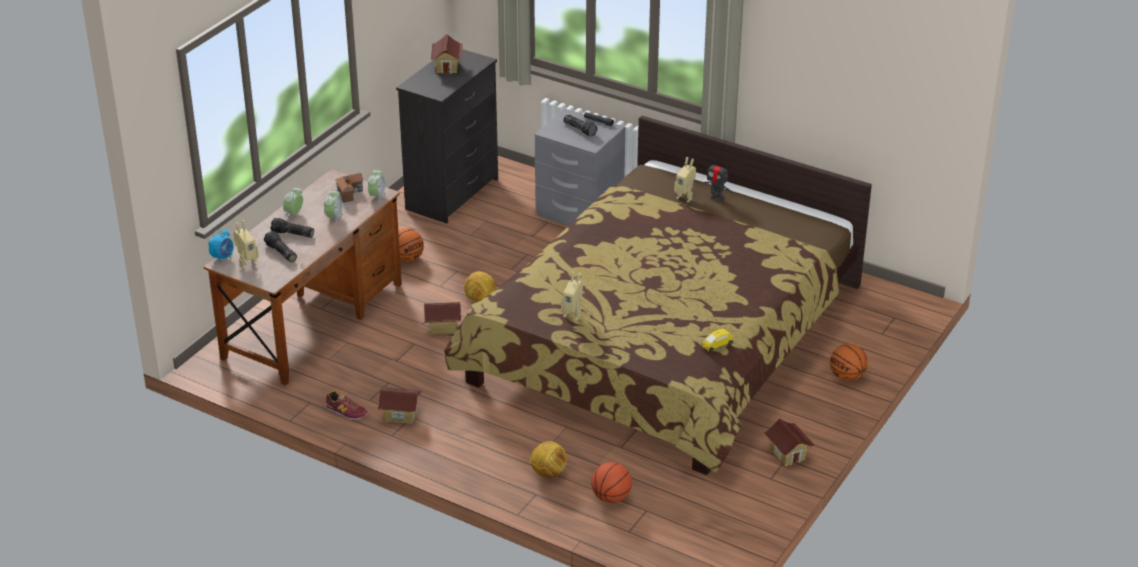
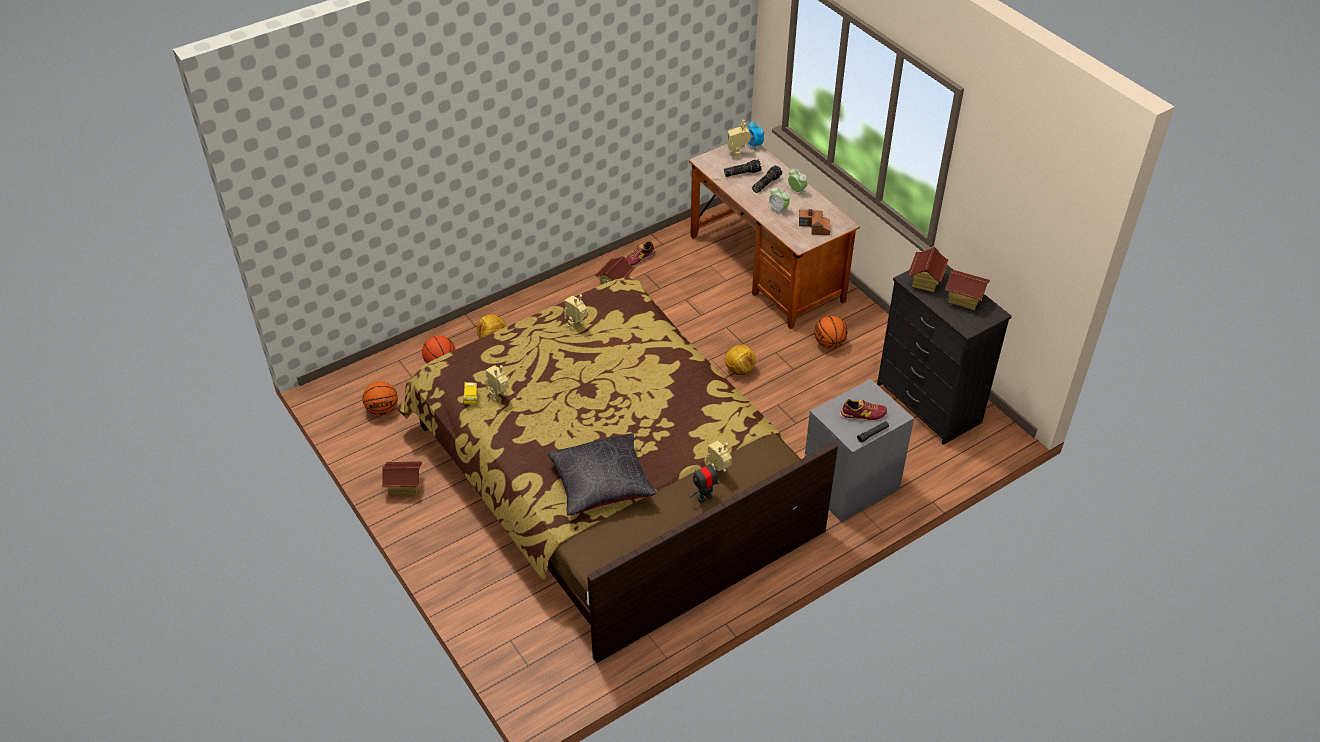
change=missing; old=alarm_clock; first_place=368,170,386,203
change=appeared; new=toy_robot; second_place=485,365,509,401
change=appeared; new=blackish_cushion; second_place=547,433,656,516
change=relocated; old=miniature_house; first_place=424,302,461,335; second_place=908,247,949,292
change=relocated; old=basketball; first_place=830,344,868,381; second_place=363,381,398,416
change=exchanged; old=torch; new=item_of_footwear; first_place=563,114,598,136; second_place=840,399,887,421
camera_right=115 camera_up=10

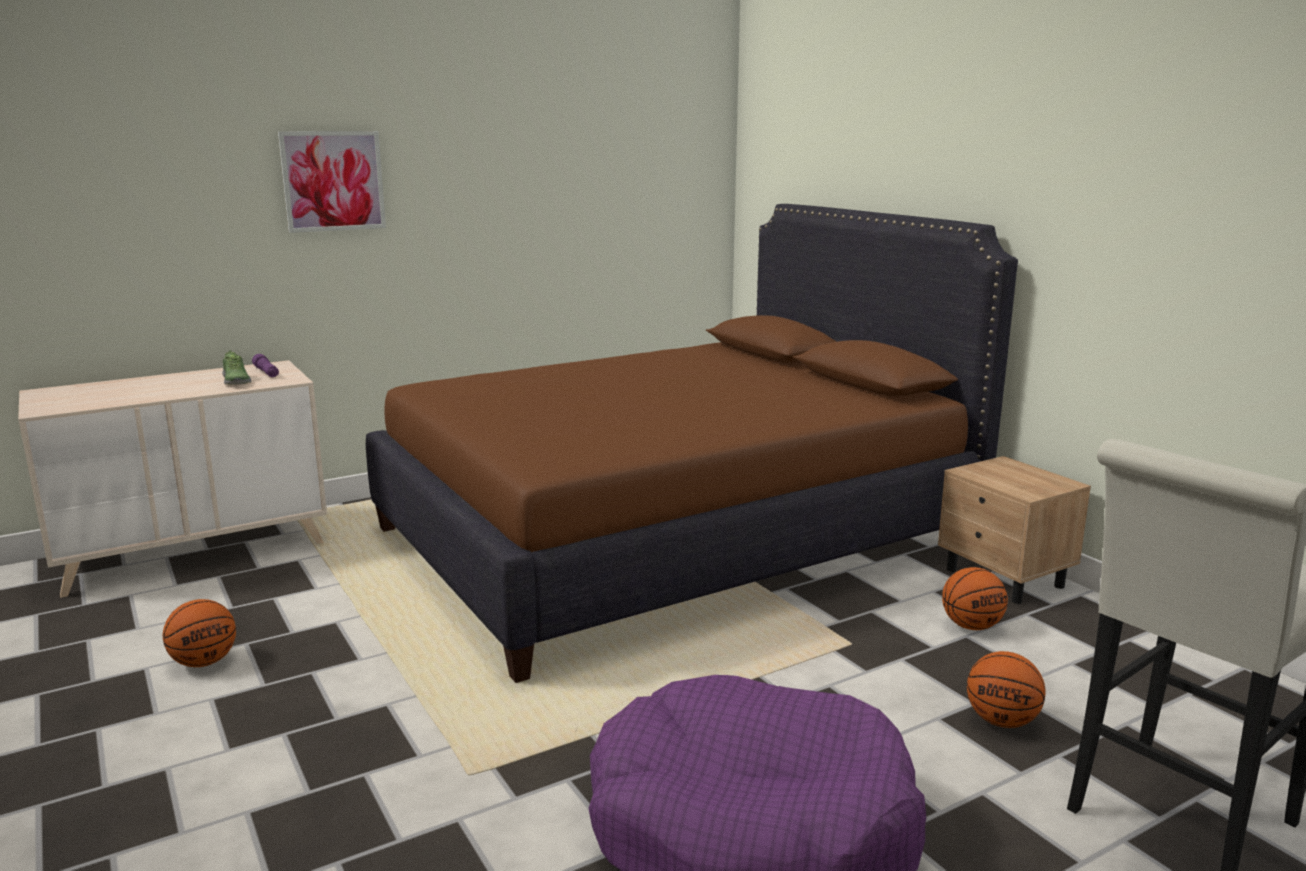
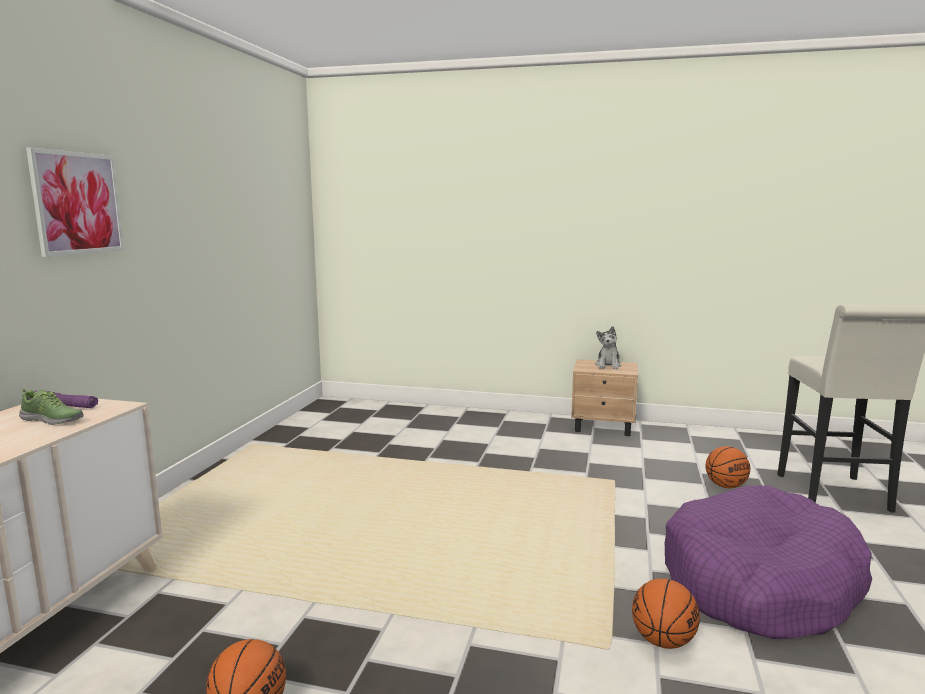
change=missing; old=brownish_bed; first_place=366,204,1018,683
change=appeared; new=cuddly_toy; second_place=595,326,622,369
change=relocated; old=basketball; first_place=942,567,1008,630; second_place=632,578,700,649
camera_right=-45 camera_up=-5

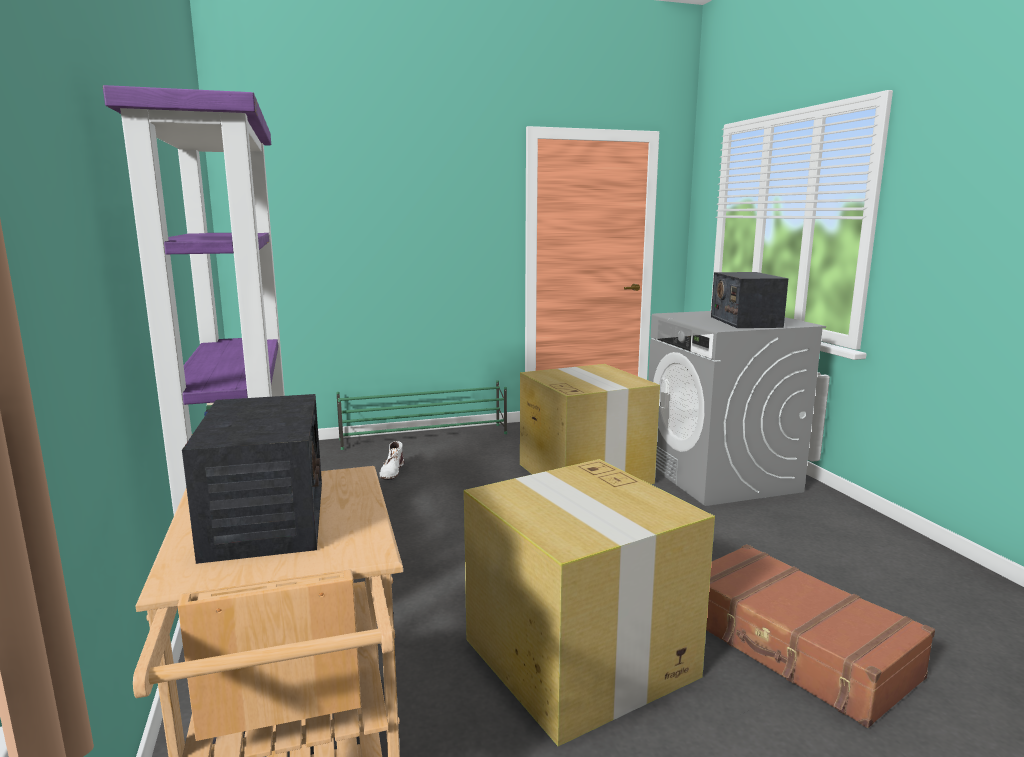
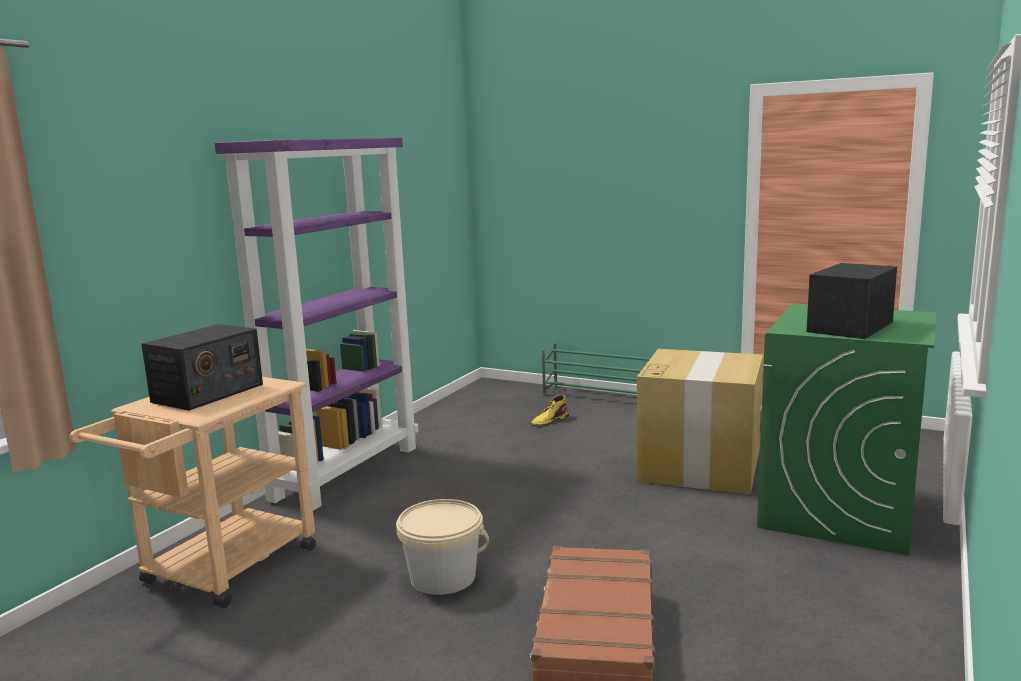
change=exchanged; old=cardboard_box; new=sand-coloured_water_bucket; first_place=464,459,715,746; second_place=396,499,489,595
change=colour; old=white_tall_boot; new=yellow_tall_boot; first_place=379,441,404,480; second_place=531,395,569,427
change=colour; old=greyish_washing_machine; new=green-coloured_washing_machine; first_place=648,311,826,506; second_place=757,304,936,555
camera_right=45 camera_up=0

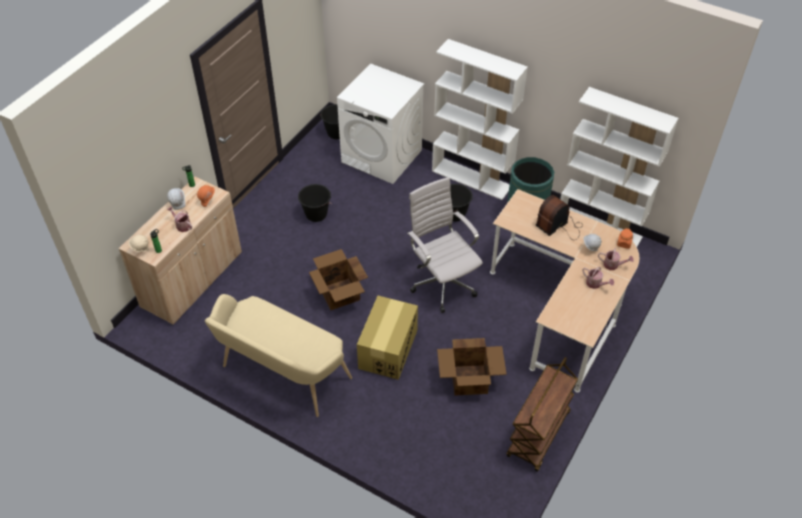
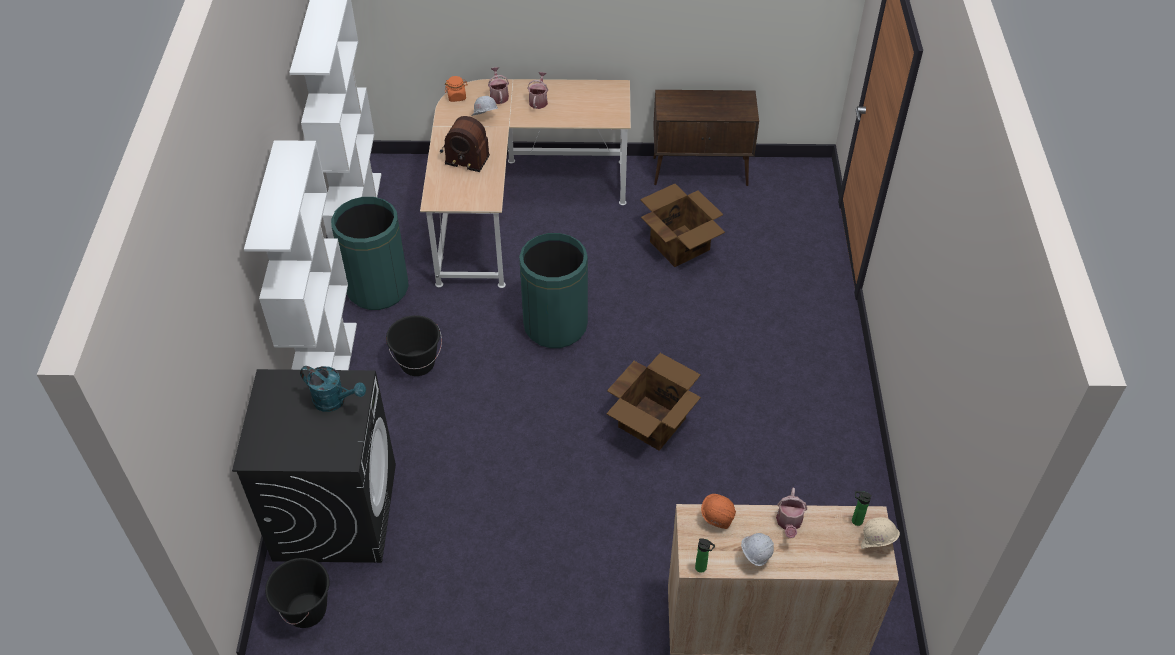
change=missing; old=sand-coloured_indoor_bench; first_place=205,294,352,417
change=missing; old=blackish_water_bucket; first_place=298,184,332,222
change=missing; old=cardboard_box; first_place=357,296,418,380
change=appeared; new=turquoise_watering_can; second_place=300,366,366,412
change=exchanged; old=white_desk_chair; new=green-coloured_rubbish_bin; first_place=407,177,483,313; second_place=519,233,588,348
change=exchanged; old=brownish_trolley; new=brownish_cupboard; first_place=506,357,578,472; second_place=653,90,759,186
change=colour; old=white_washing_machine; new=blackish_washing_machine; first_place=337,63,424,184; second_place=232,369,396,563
camera_right=-120 camera_up=0

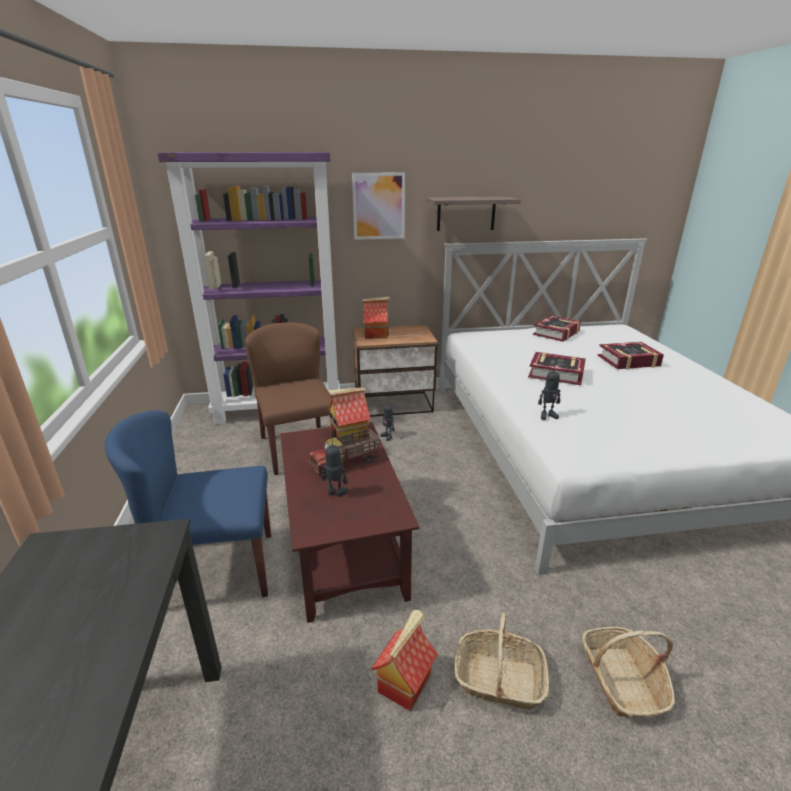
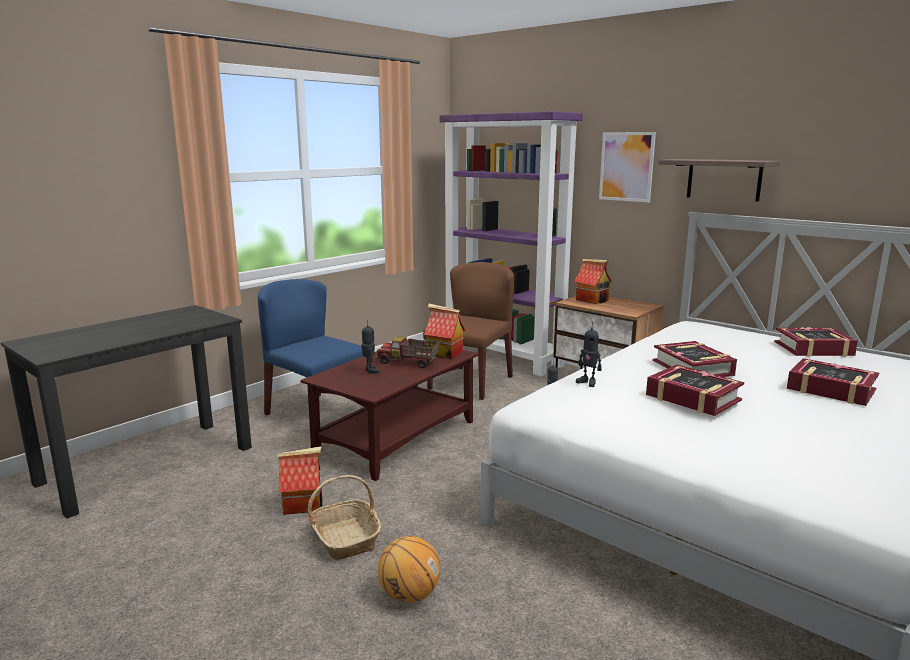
change=appeared; new=bound_book; second_place=646,365,744,416
change=exchanged; old=basket; new=basketball; first_place=582,627,675,717; second_place=378,536,441,603
camera_right=50 camera_up=-10

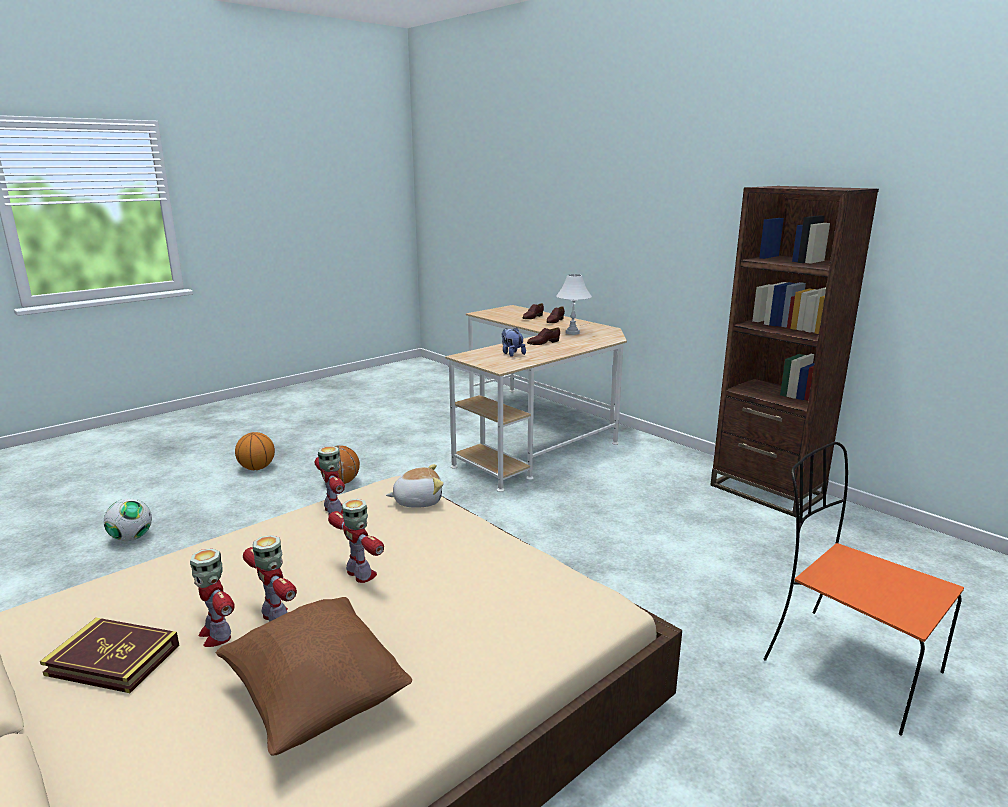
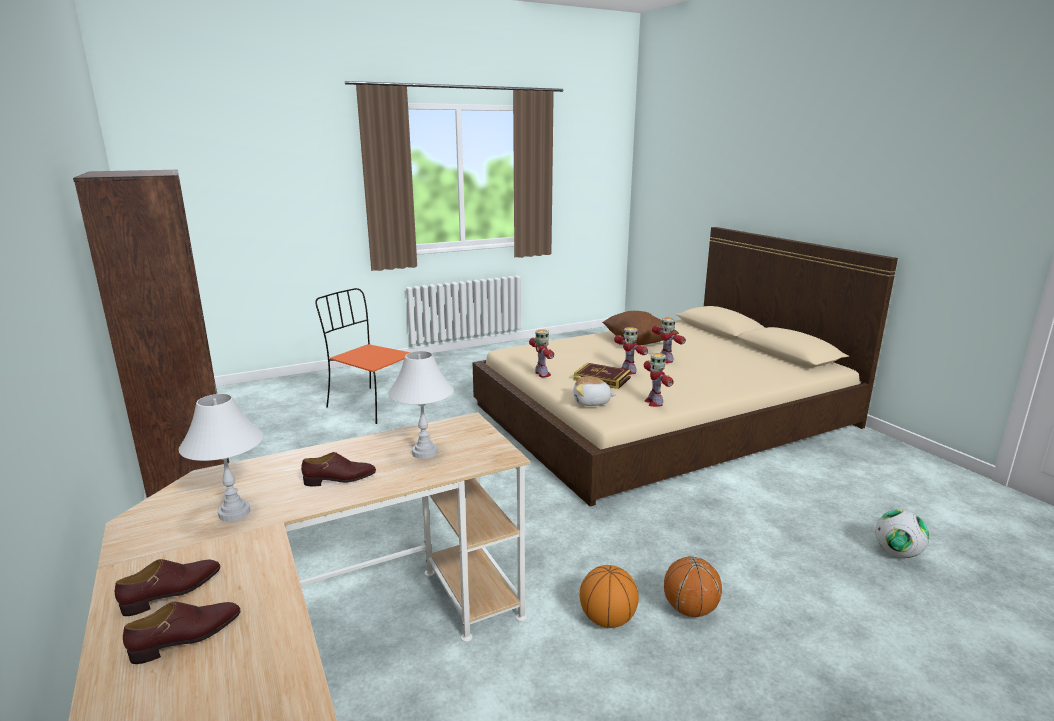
change=relocated; old=bound_book; first_place=40,618,179,693; second_place=574,363,631,389
change=relocated; old=toy_robot; first_place=190,549,235,647; second_place=529,330,554,377
change=relocated; old=basketball; first_place=235,432,275,470; second_place=580,565,639,628
change=exchanged; old=cuddly_toy; new=white_table_lamp; first_place=502,328,526,357; second_place=388,351,454,459
change=spun; old=orange-coloured_upright_chair; first_place=764,442,964,736; second_place=315,288,411,424; degrees=150
camera_right=-165 camera_up=0

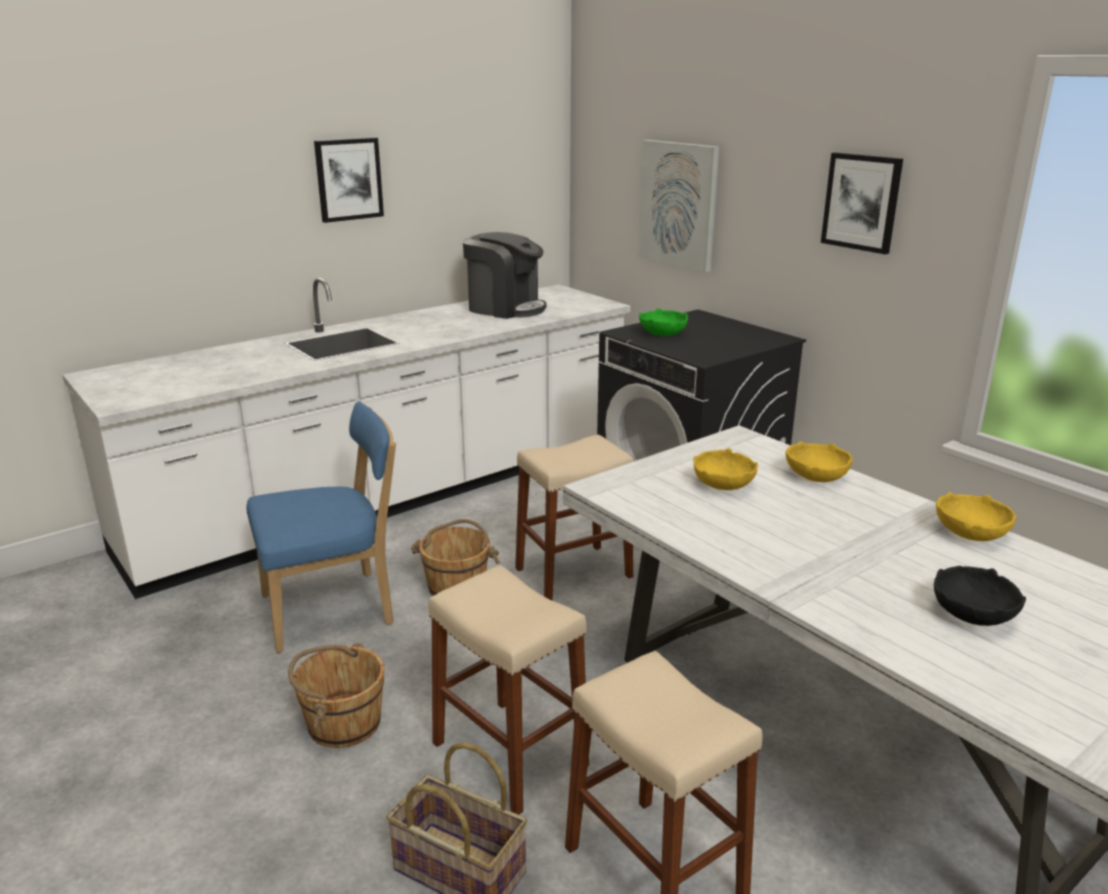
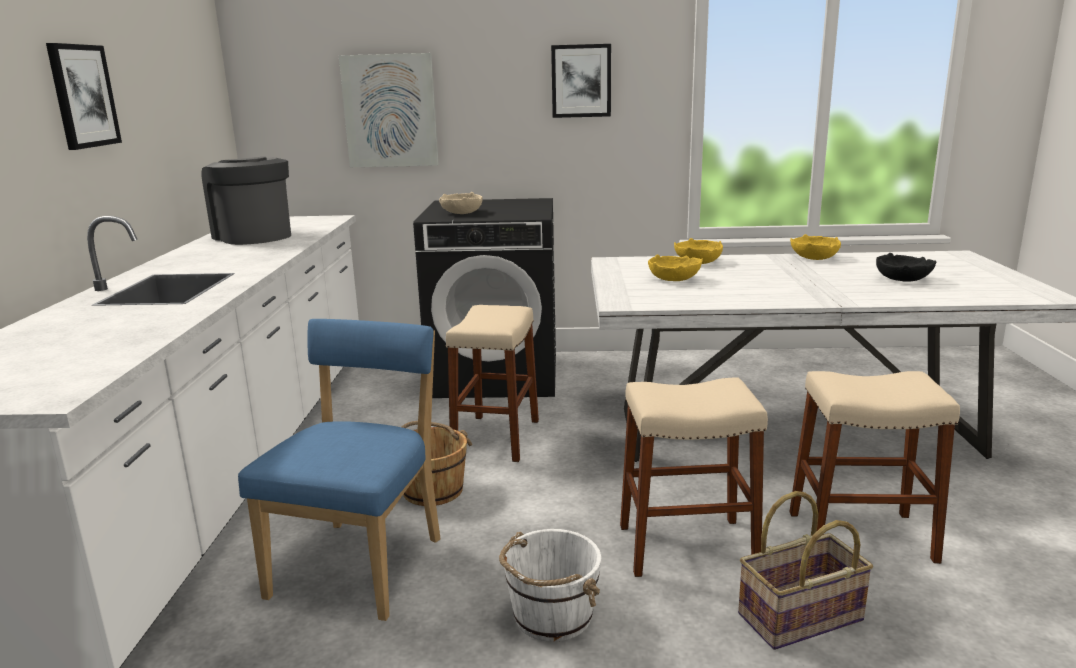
change=colour; old=brownish_water_bucket; new=white_water_bucket; first_place=288,643,384,748; second_place=499,529,602,642
change=colour; old=green-coloured_serving_bowl; new=sand-coloured_serving_bowl; first_place=639,308,688,336; second_place=439,192,483,214
change=spun; old=coffee_brewer; first_place=463,232,547,319; second_place=201,157,291,245; degrees=-105
camera_right=-50 camera_up=-5

